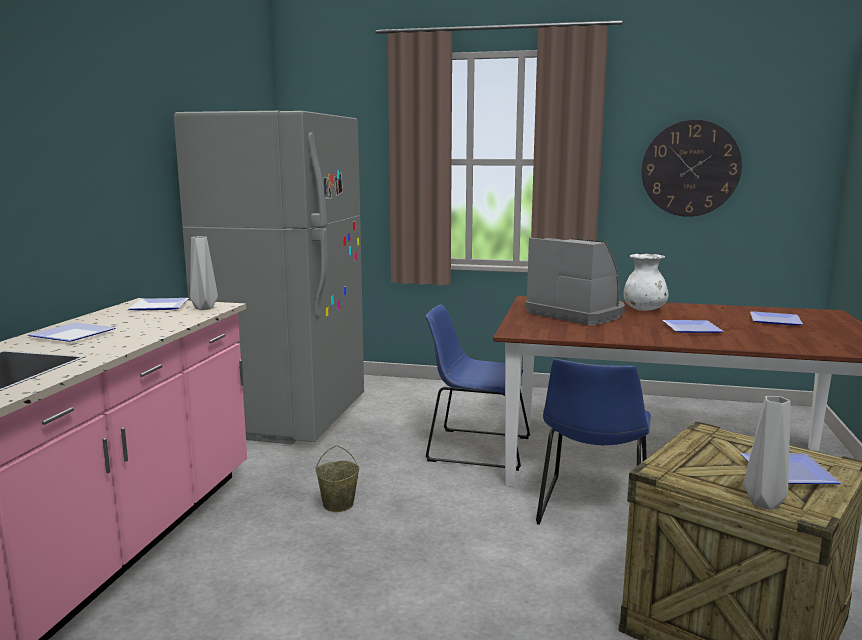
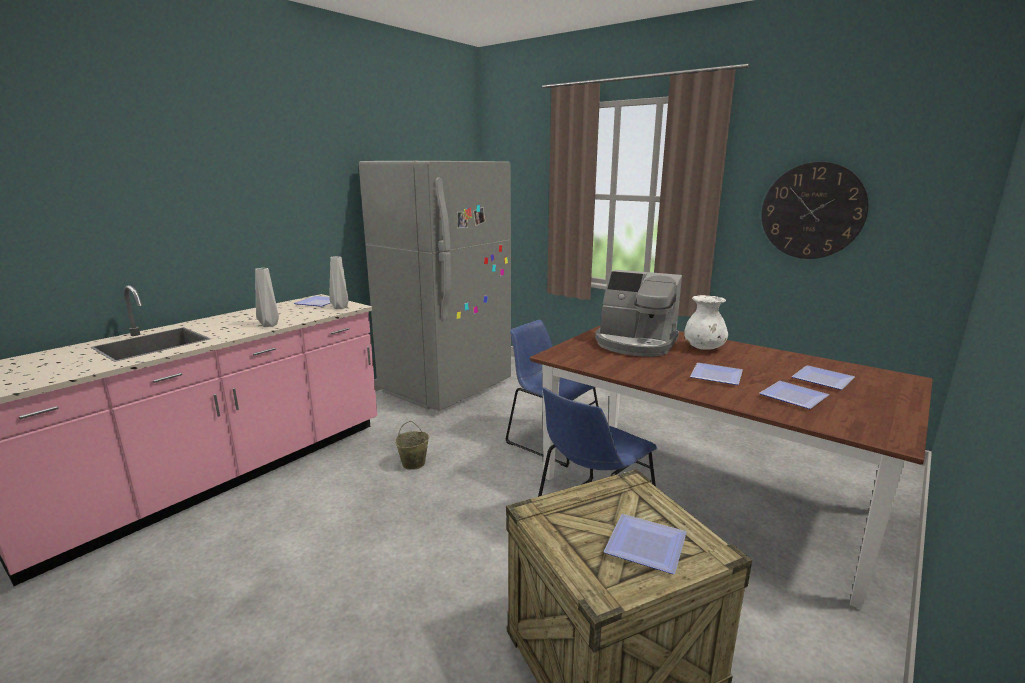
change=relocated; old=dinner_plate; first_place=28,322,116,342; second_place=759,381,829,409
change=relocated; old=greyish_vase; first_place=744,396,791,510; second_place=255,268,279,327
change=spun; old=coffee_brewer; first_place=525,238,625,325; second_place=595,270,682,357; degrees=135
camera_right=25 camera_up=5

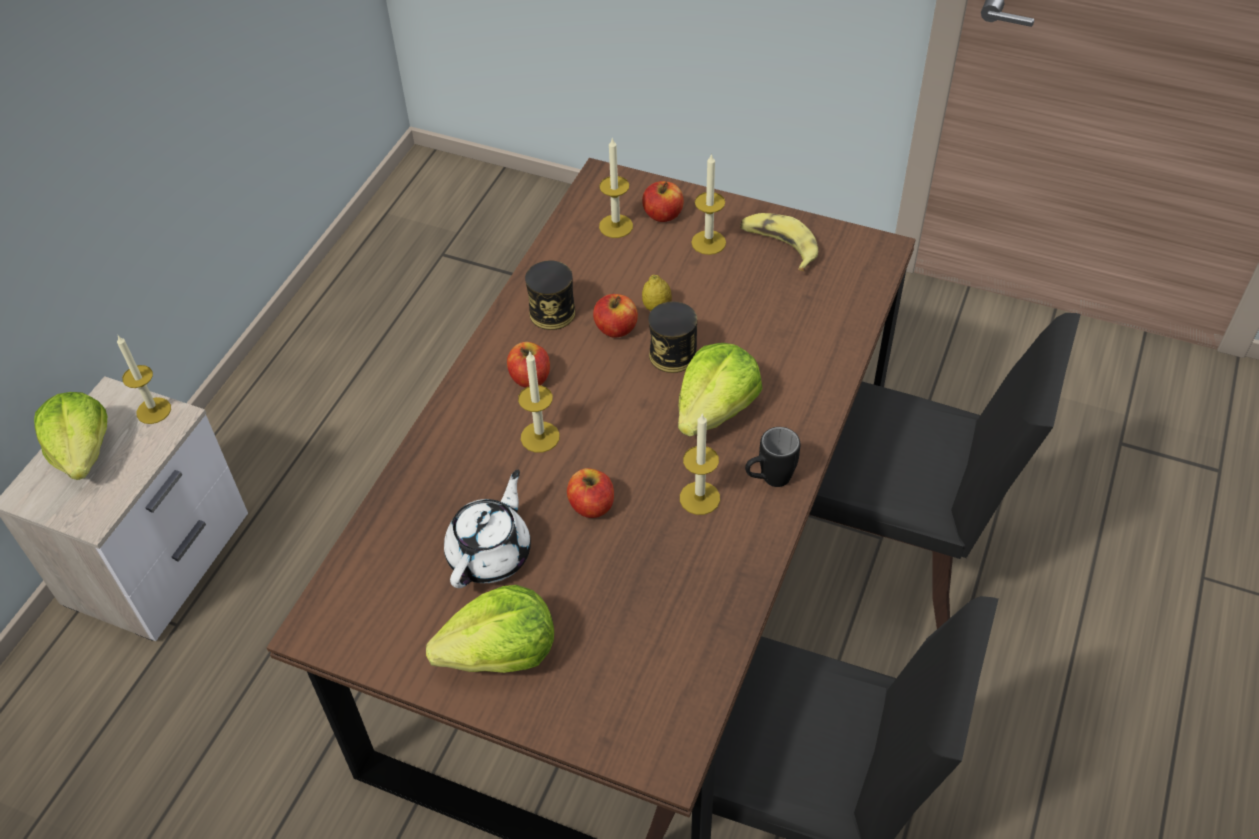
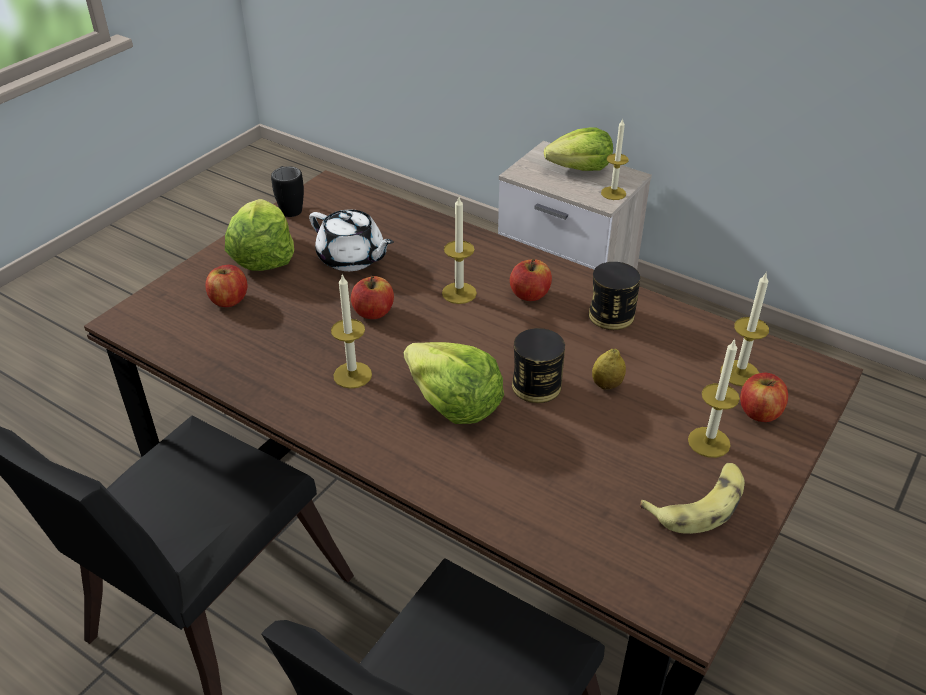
change=relocated; old=apple_fruit; first_place=593,294,638,338; second_place=206,265,247,307
change=relocated; old=blackish_tea_mug; first_place=745,427,800,487; second_place=271,166,304,217
camera_right=100 camera_up=-10

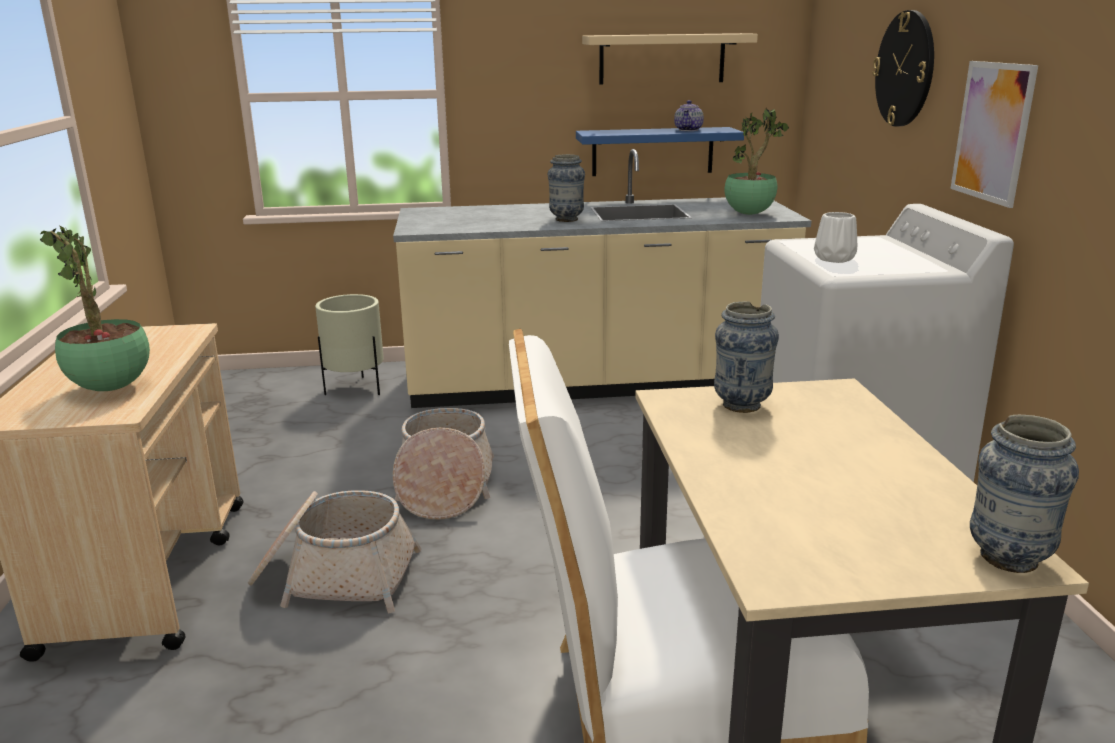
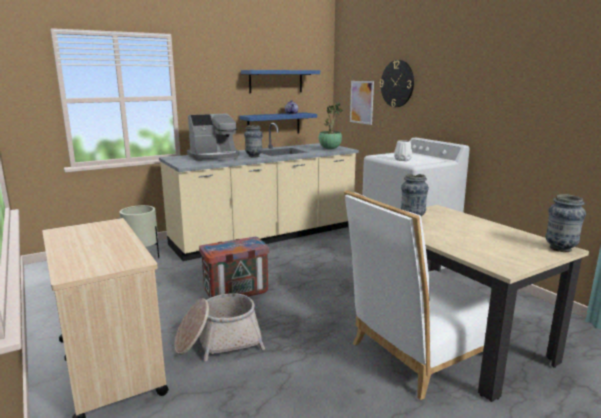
change=missing; old=houseplant; first_place=40,226,150,391
change=appeared; new=coffee_brewer; second_place=187,113,239,161
change=relocated; old=wall_art; first_place=950,61,1038,208; second_place=350,81,374,125
change=exchanged; old=basket; new=packing_crate; first_place=393,408,494,520; second_place=199,237,270,298
change=colour; old=sand-coloured_bracket_shelf; new=bluish_bracket_shelf; first_place=582,33,758,85; second_place=241,70,320,93
camera_right=-25 camera_up=-5

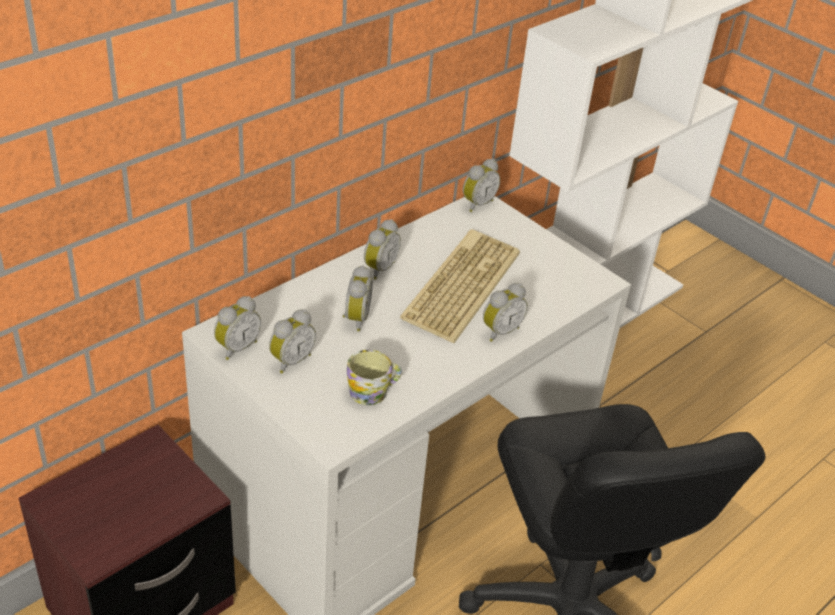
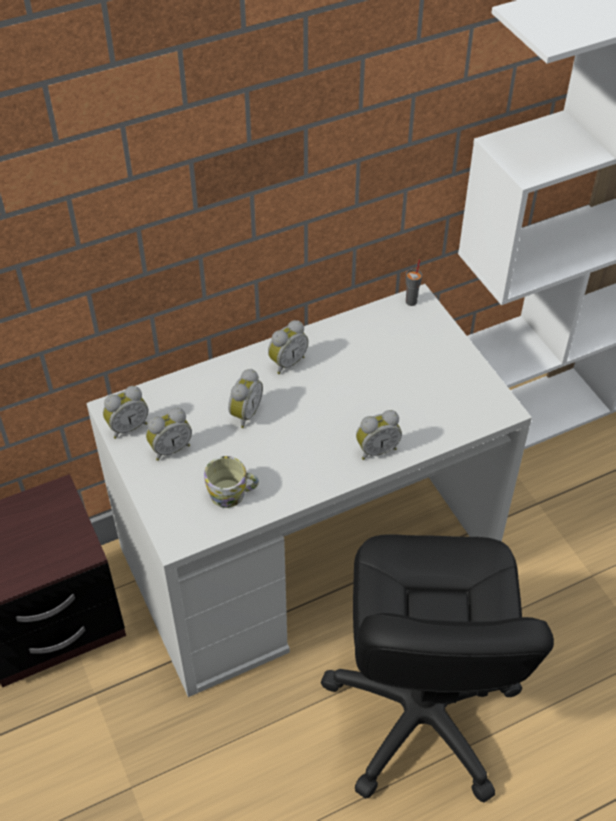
change=missing; old=computer_keyboard; first_place=400,229,520,343
change=exchanged; old=alarm_clock; new=greyish_cup; first_place=463,159,500,212; second_place=406,259,422,306
camera_right=20 camera_up=10

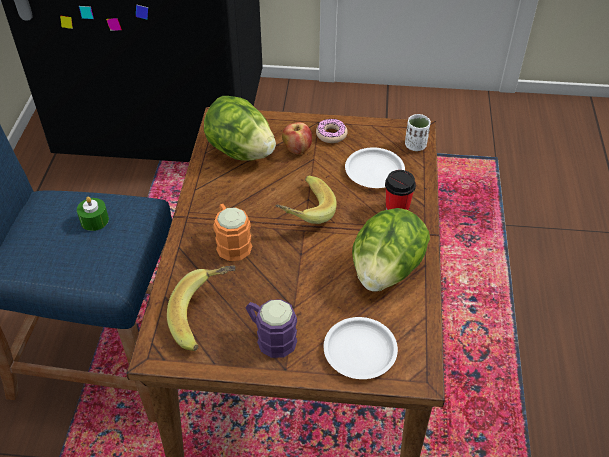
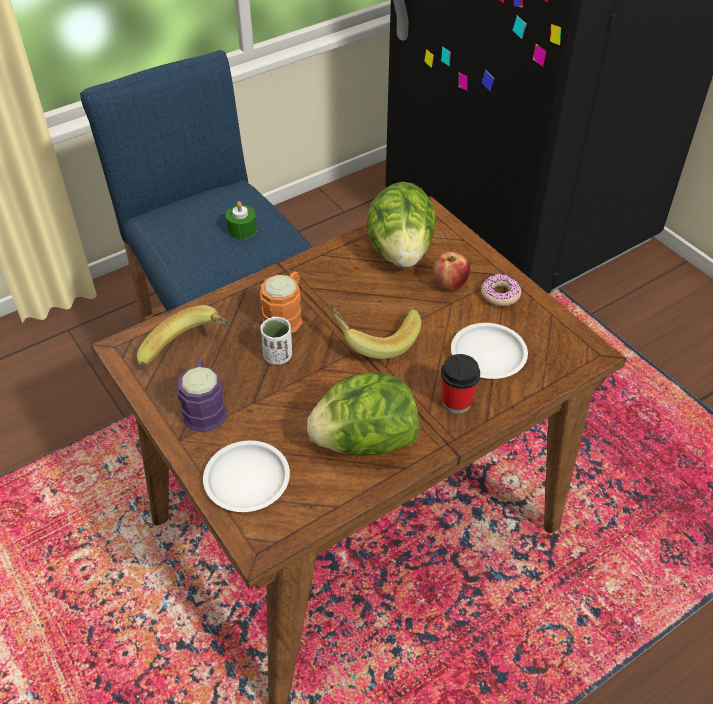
change=relocated; old=white_cup; first_place=405,114,431,151; second_place=260,317,292,365
camera_right=50 camera_up=0

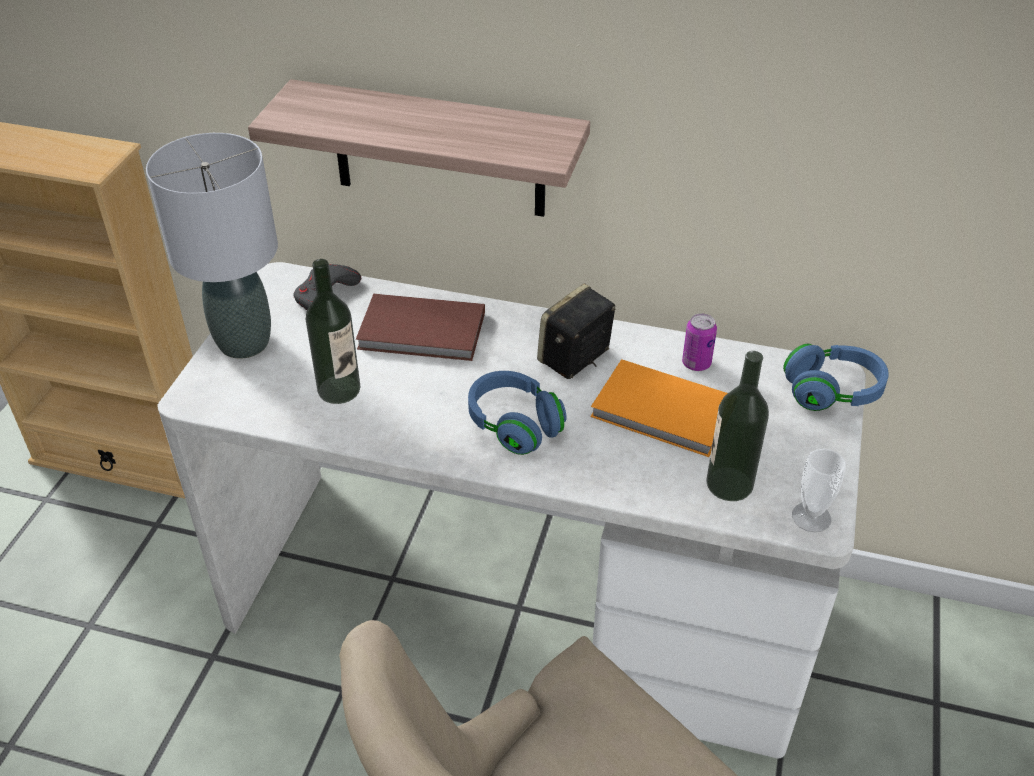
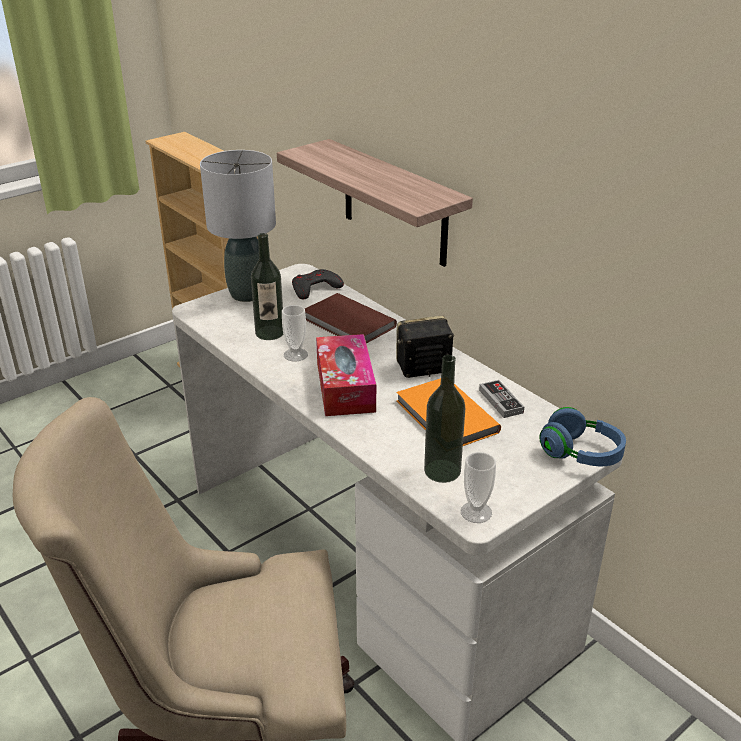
change=appeared; new=cup; second_place=282,305,308,362
change=exchanged; old=bluish_headphones; new=tissue_holder; first_place=468,371,567,455; second_place=316,334,376,416
change=exchanged; old=sealed_can; new=game_controller; first_place=682,313,717,371; second_place=479,380,524,418
camera_right=35 camera_up=-10

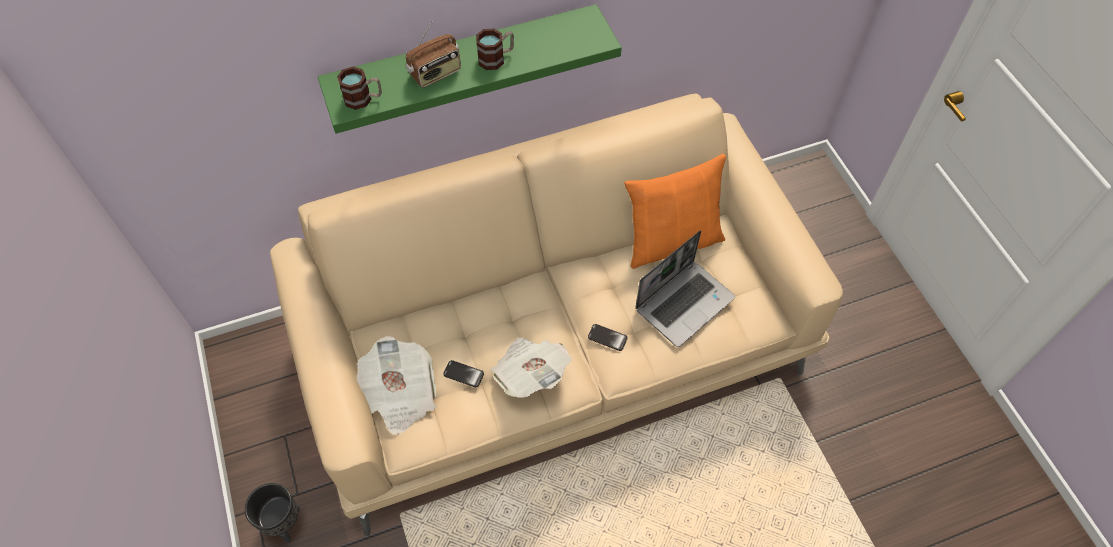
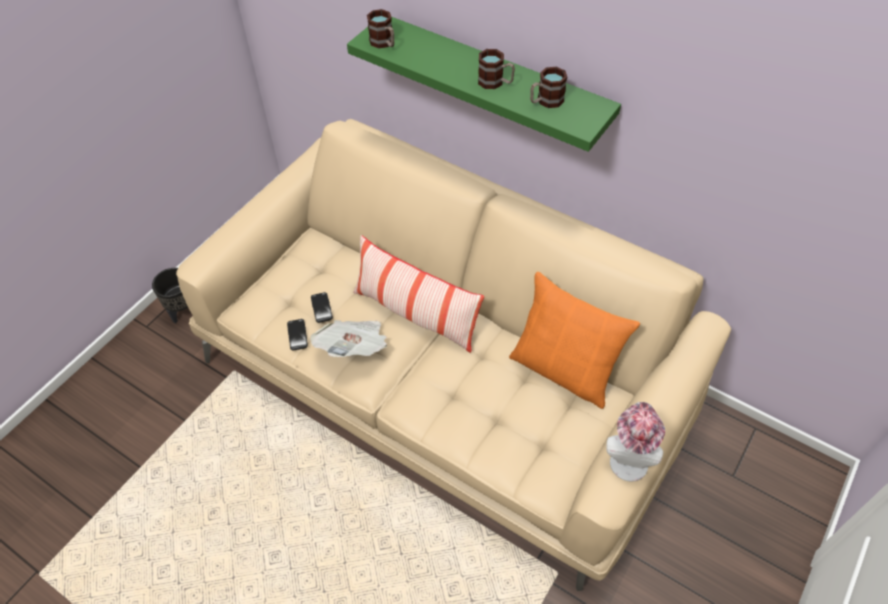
change=missing; old=daily_paper; first_place=357,336,436,435
change=missing; old=radio_receiver; first_place=406,22,461,87
change=missing; old=notebook_computer; first_place=635,230,735,347
change=appeared; new=cushion; second_place=353,235,484,353
change=appeared; new=tea_mug; second_place=530,67,567,108
change=appeared; new=wearable_hat; second_place=606,402,665,482
change=relocated; old=telephone; first_place=588,324,627,351; second_place=287,319,308,351
camera_right=55 camera_up=-5

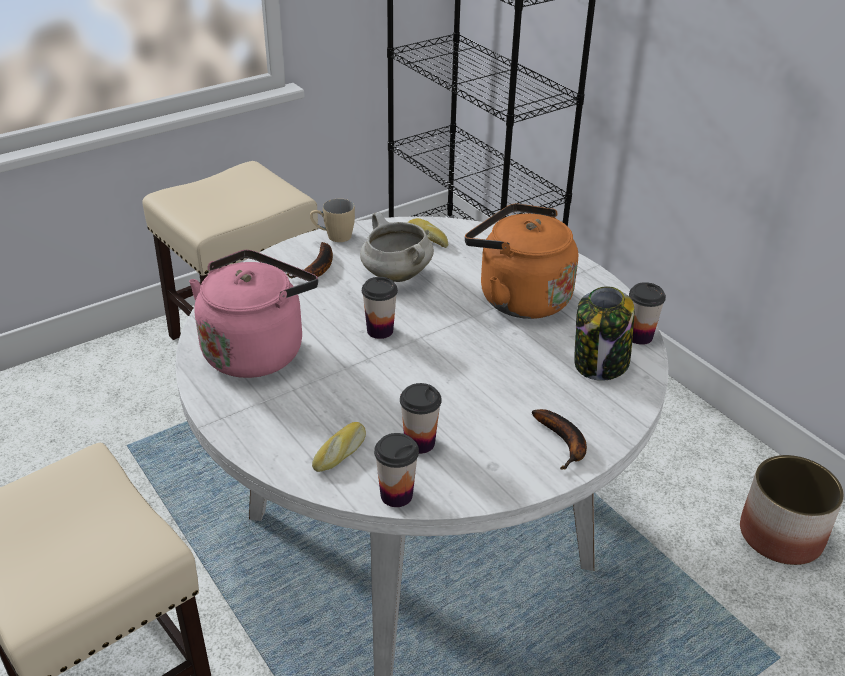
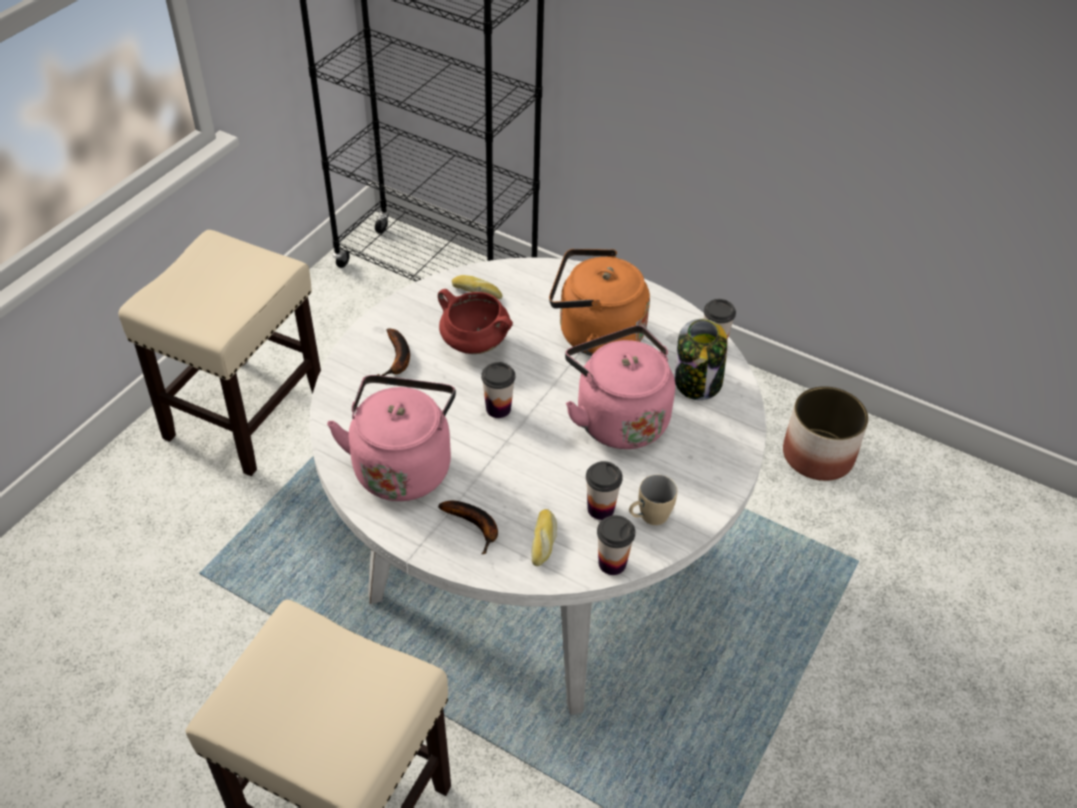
change=appeared; new=pinkish_tea_kettle; second_place=565,326,675,449
change=relocated; old=sand-coloured_tea_mug; first_place=310,199,355,242; second_place=629,475,677,525
change=relocated; old=banana; first_place=532,409,587,470; second_place=438,501,498,555
change=colour; old=white_saucepot; new=reddish_saucepot; first_place=360,212,434,282; second_place=438,289,513,354
camera_right=-25 camera_up=10

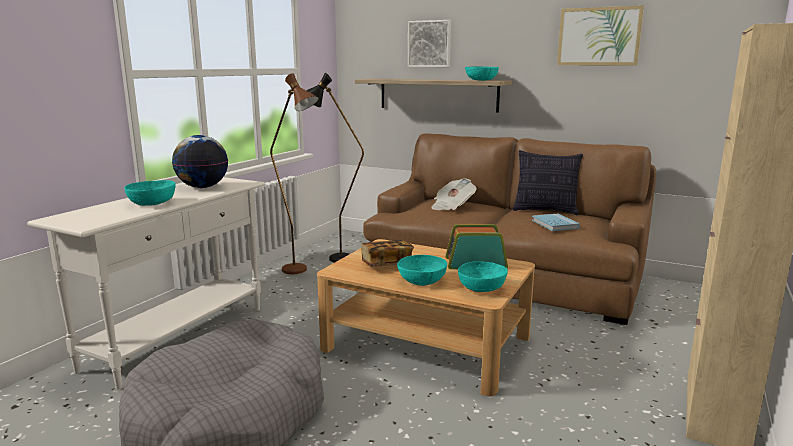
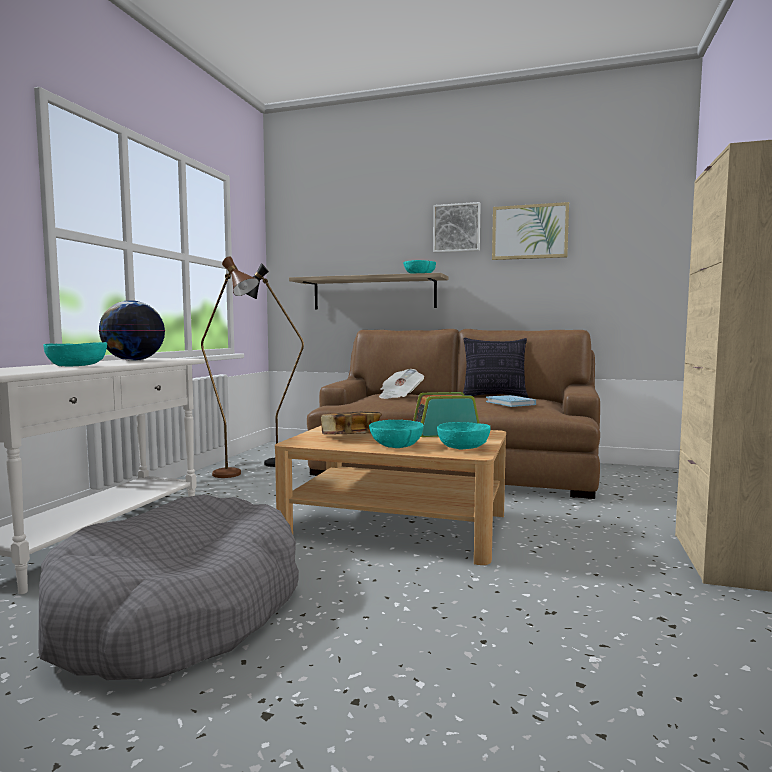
change=relocated; old=wall_art; first_place=408,20,451,67; second_place=433,202,481,253
camera_right=-10 camera_up=-10

